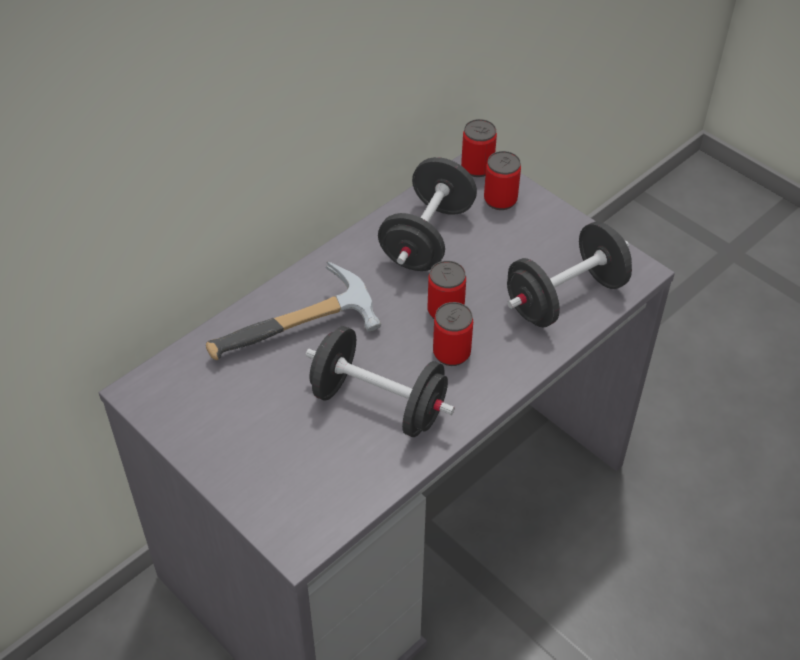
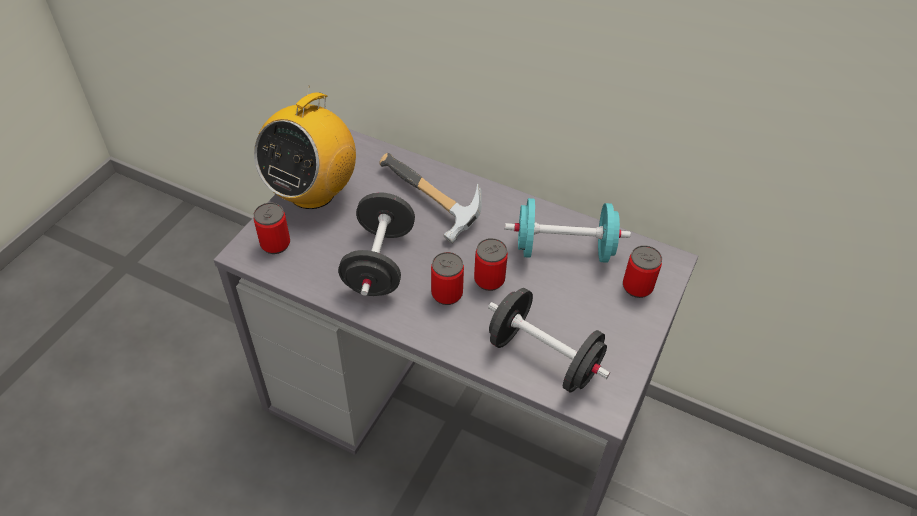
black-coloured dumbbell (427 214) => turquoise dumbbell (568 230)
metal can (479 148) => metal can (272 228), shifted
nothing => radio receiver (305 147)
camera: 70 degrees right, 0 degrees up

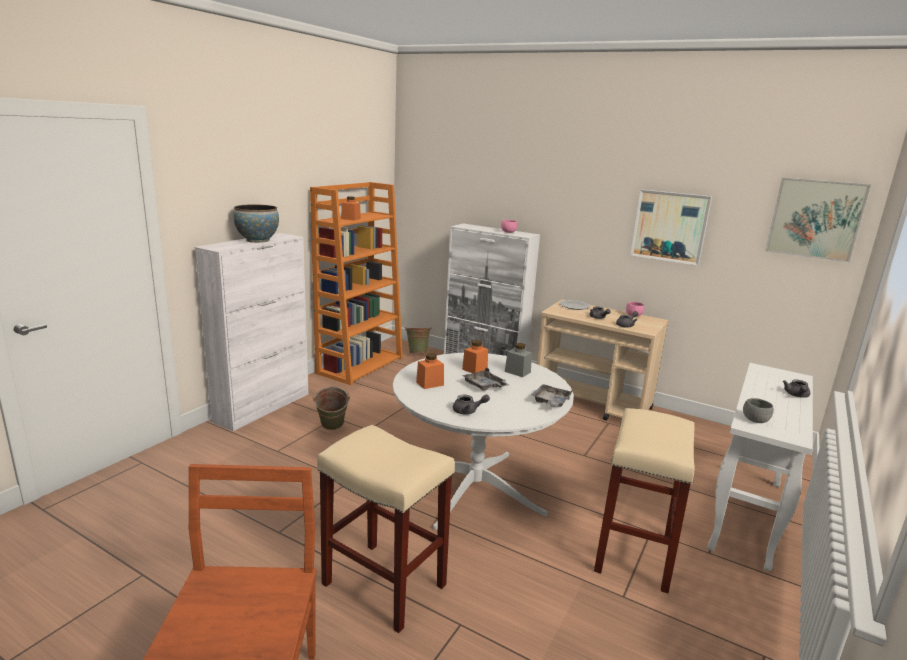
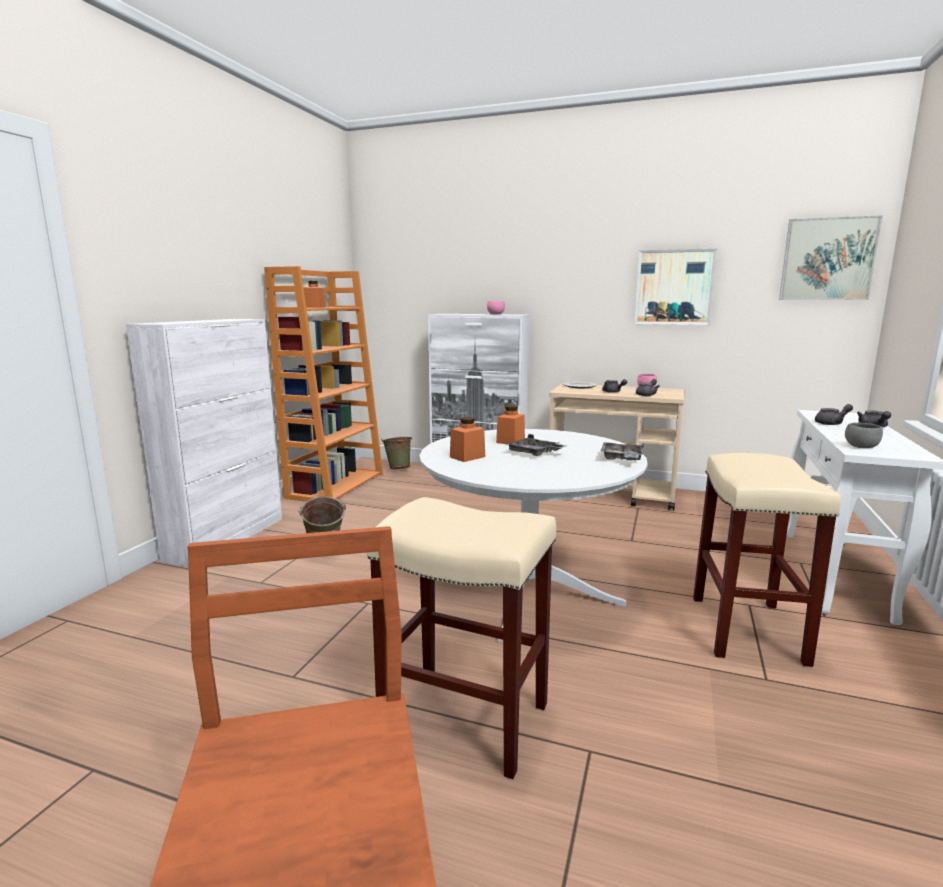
serving bowl (256 223) => nothing
grey pot for tea (471 404) => grey pot for tea (834 414), shifted
grey preserve jar (518 360) => nothing
camera: 10 degrees left, 5 degrees down

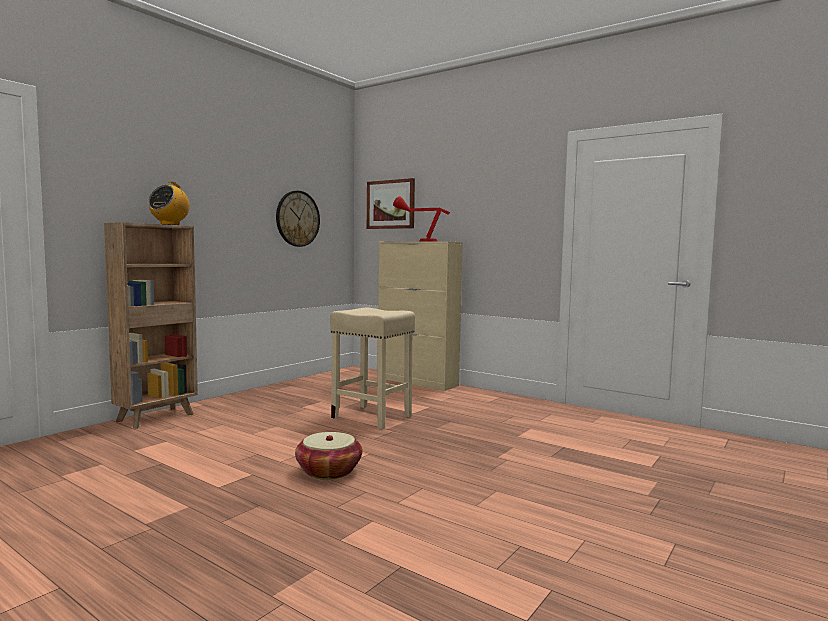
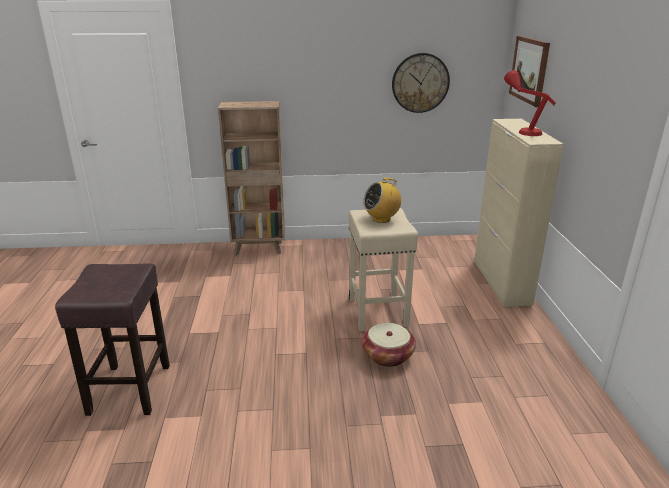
radio receiver (169 203) => radio receiver (382 200), shifted
household basket (328 456) => household basket (389 345), shifted
nothing => brownish stool (112 339)
camera: 50 degrees right, 20 degrees up

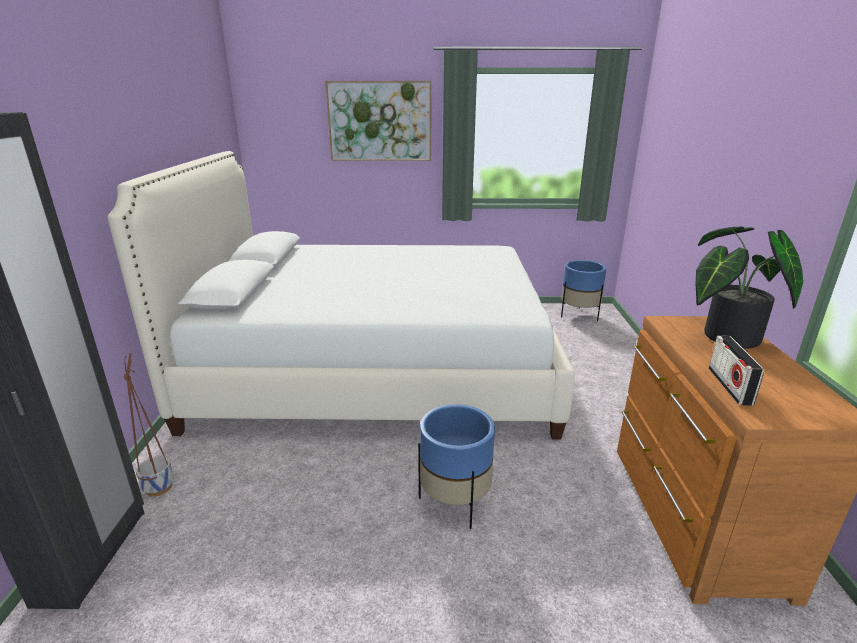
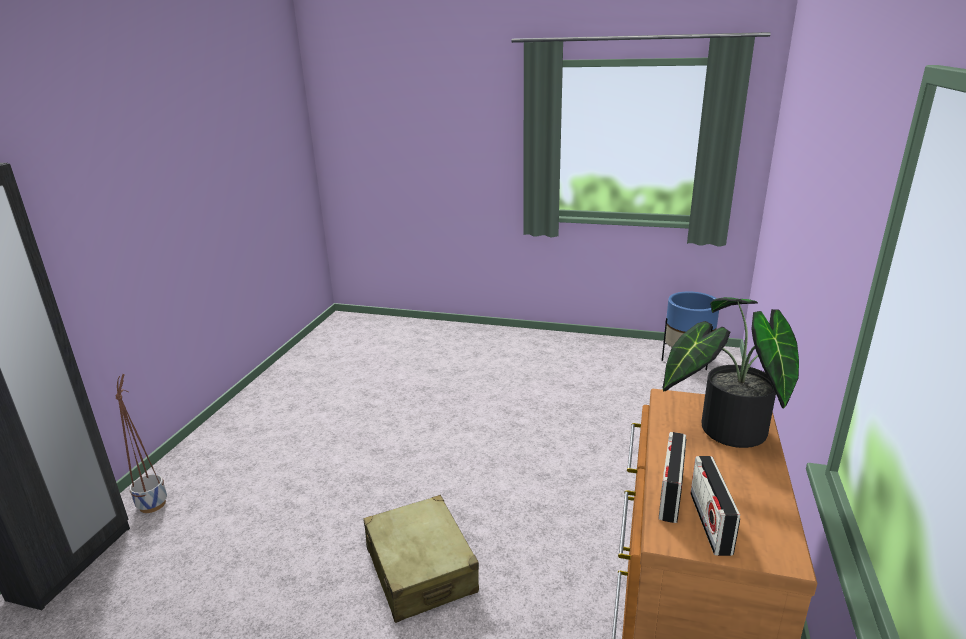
white-coloured bed (341 295) => nothing
wall picture (378 121) => nothing
blue planter (456 466) => beige-coloured suitcase (421 559)
nothing => radio receiver (715 506)
camera: 15 degrees right, 0 degrees up

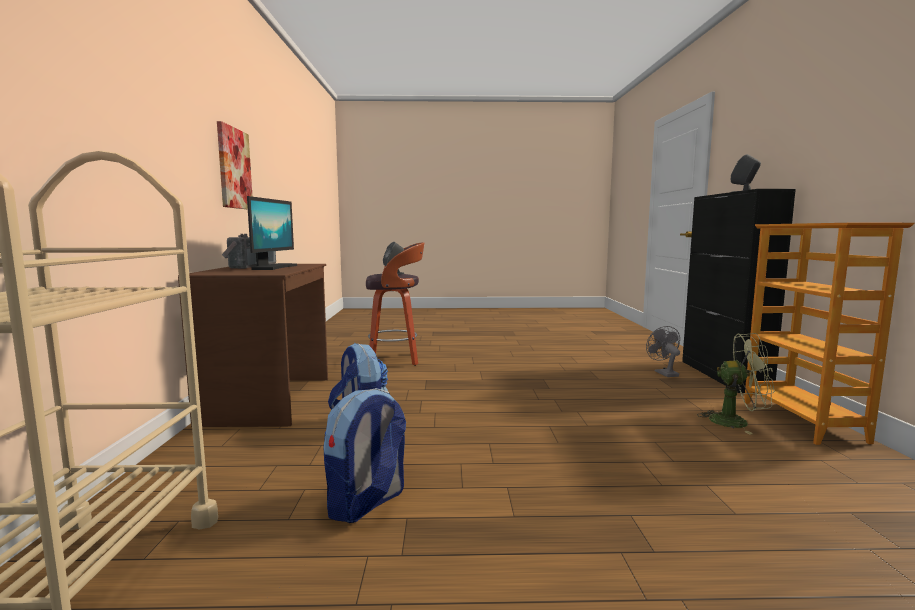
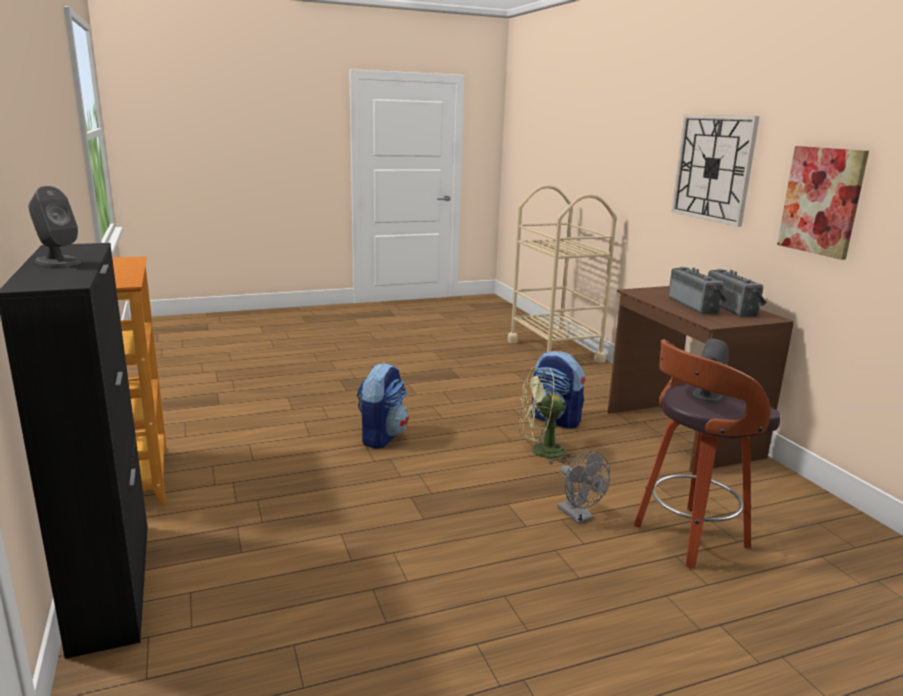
computer screen (272 233) => radio receiver (697 290)
backpack (364 455) => backpack (382 406), shifted
grey fan (663 351) => grey fan (583 487), shifted
green-coloured fan (736 384) => green-coloured fan (547 416), shifted
nothing => hanging clock (715 171)
camera: 160 degrees right, 10 degrees up

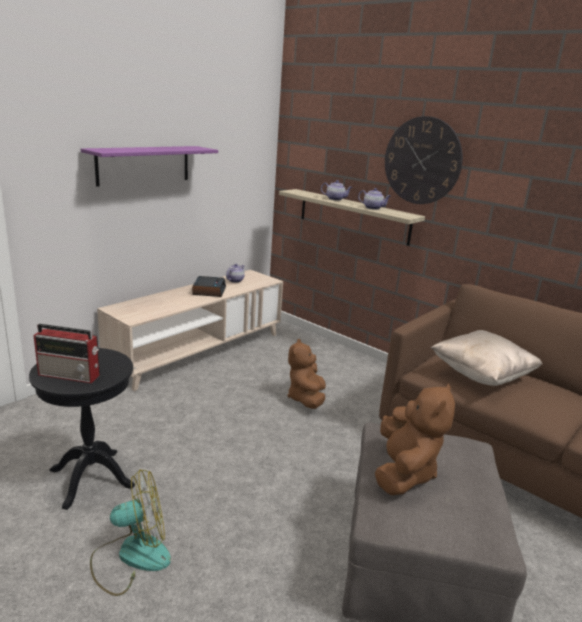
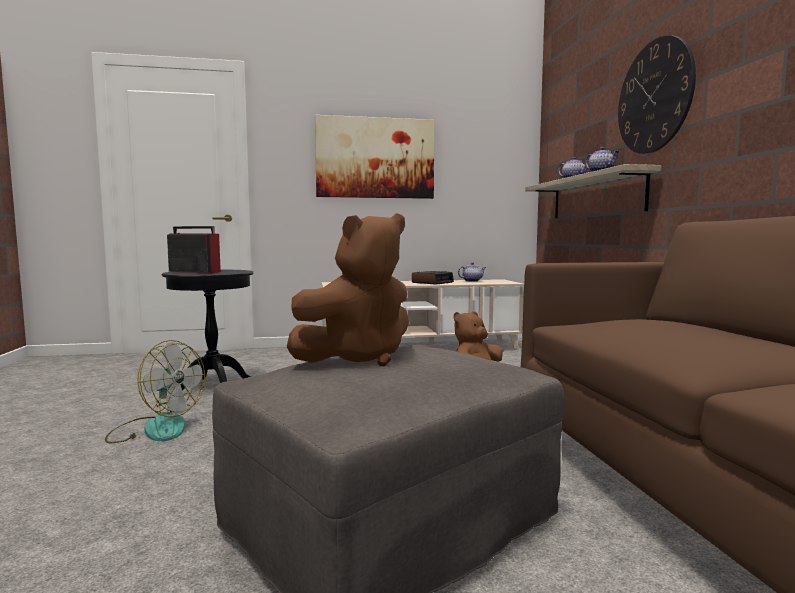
radio receiver (67 353) => radio receiver (194 249), 150 degrees clockwise
purple shelf (149 166) => wall picture (374 157)
beige-coloured throw pillow (486 358) => nothing
camera: 40 degrees right, 15 degrees down

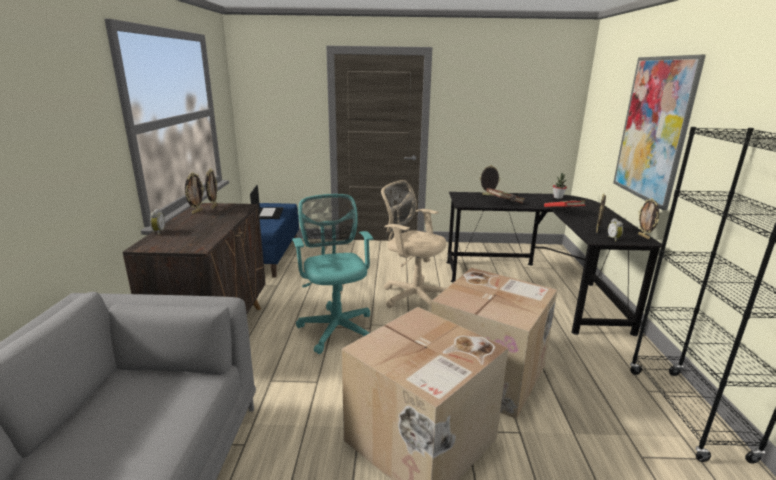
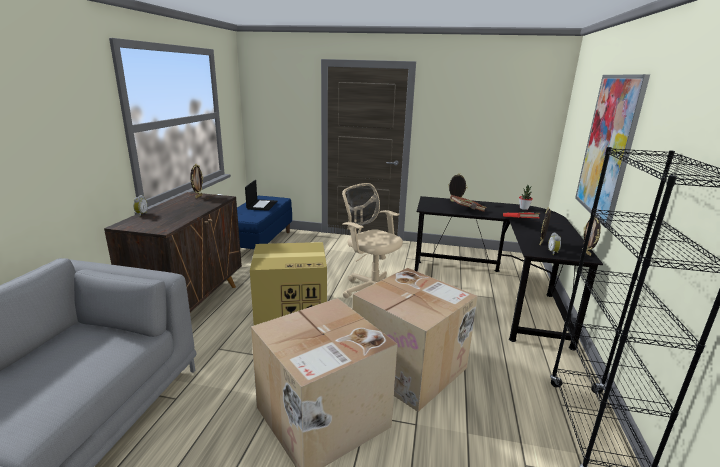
standing frame (194 193) => nothing
turquoise computer chair (333 274) => cardboard box (288 283)
camera: 10 degrees right, 0 degrees up

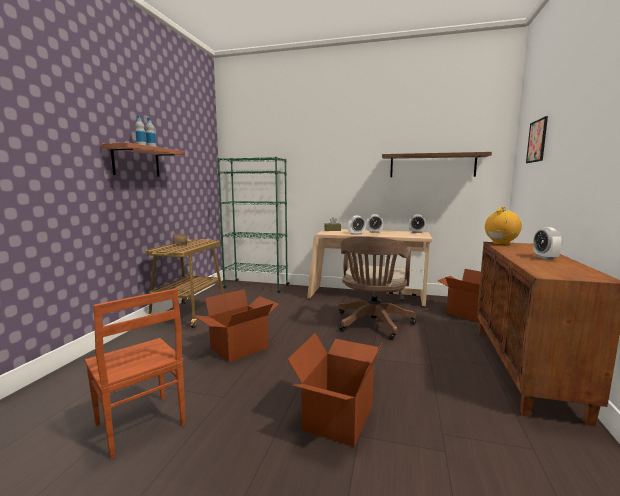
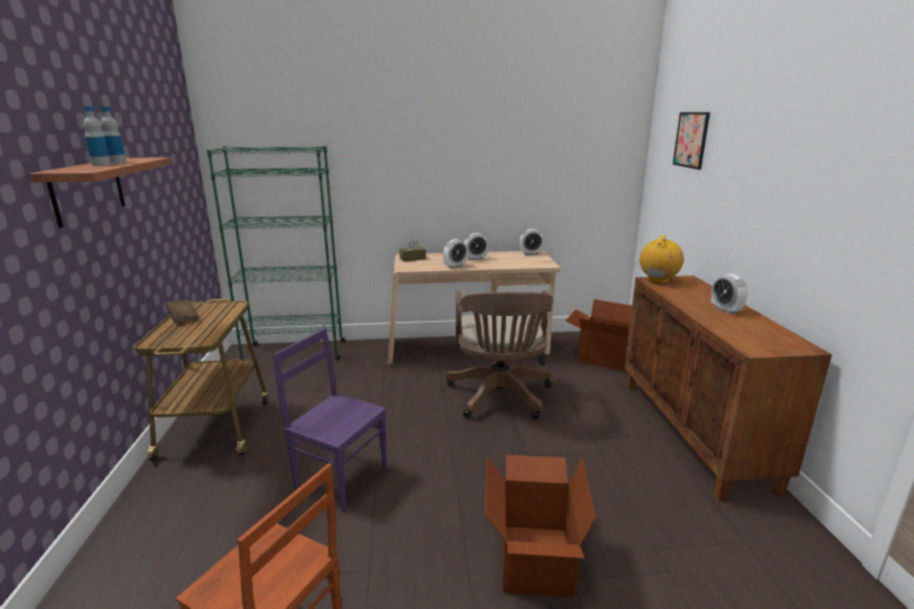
cardboard box (236 325) => purple plain chair (330 420)
brownish shelf (437 164) => nothing
camera: 20 degrees left, 10 degrees up

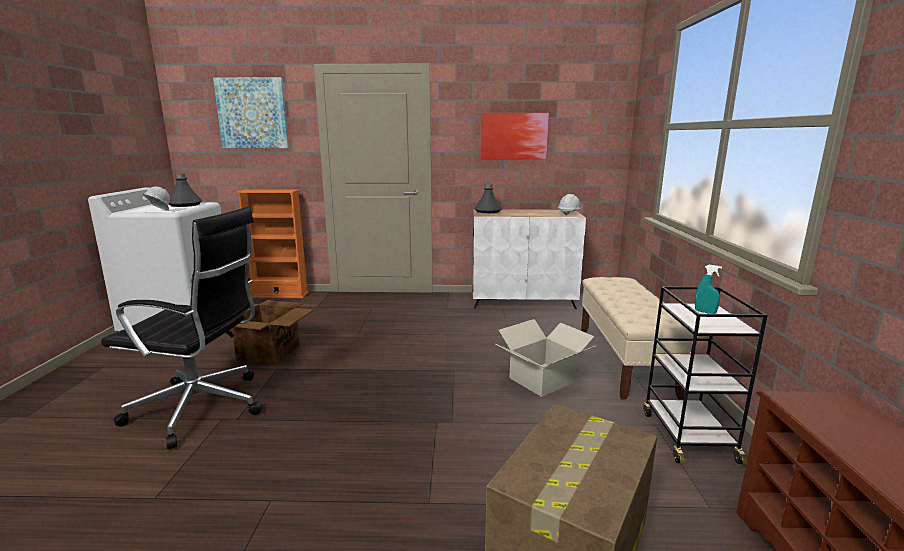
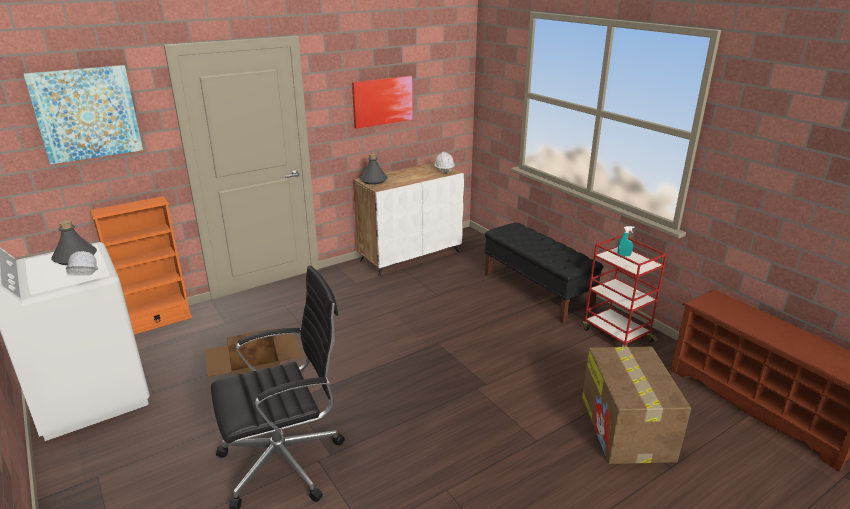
cardboard box (546 358) => nothing
beige-coloured indoor bench (639 338) => black-coloured indoor bench (544 273)
black-coloured wheeled cart (705 376) => reddish wheeled cart (625 291)
camera: 35 degrees left, 10 degrees up

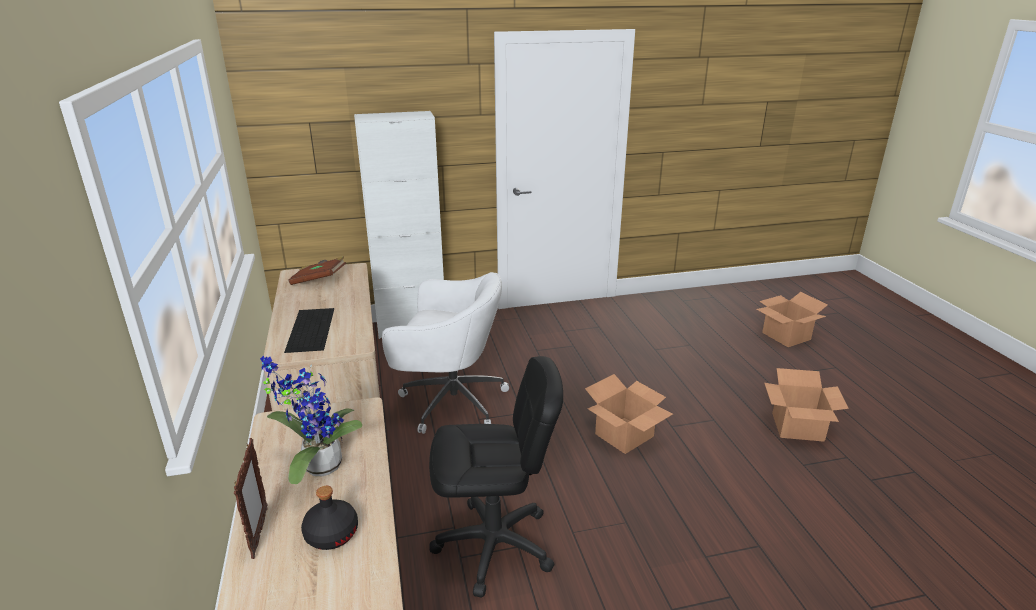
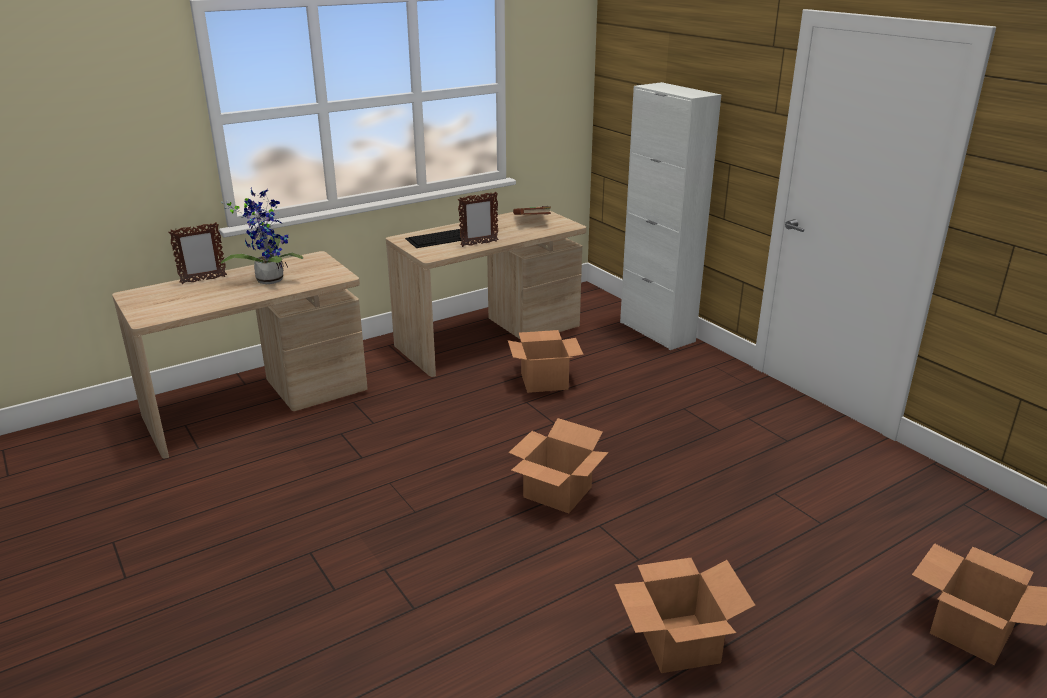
black-coloured beverage bottle (329 518) => nothing
white-coloured computer chair (445 353) => cardboard box (546 361)
black-coloured computer chair (496 477) => nothing
nothing => standing frame (478 219)
camera: 70 degrees right, 0 degrees up

